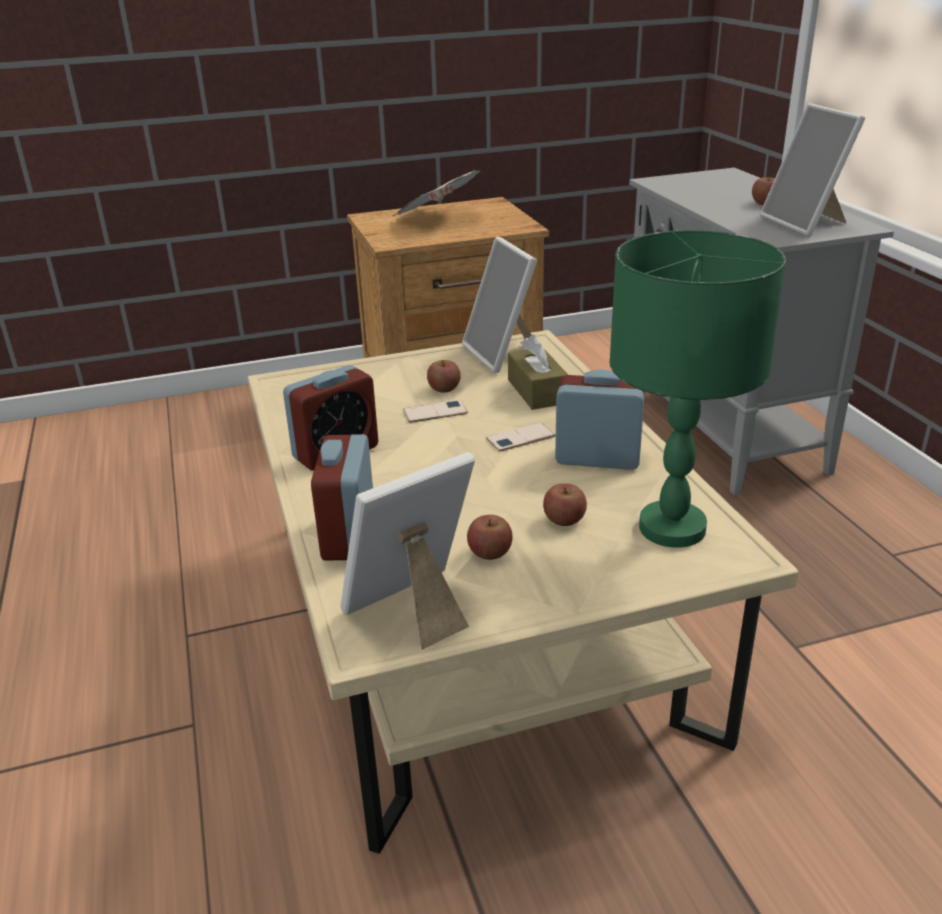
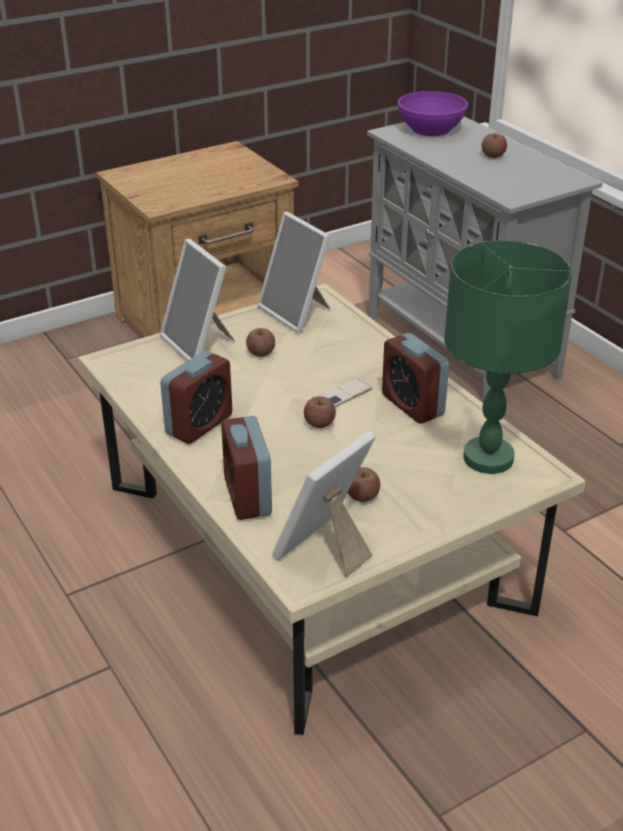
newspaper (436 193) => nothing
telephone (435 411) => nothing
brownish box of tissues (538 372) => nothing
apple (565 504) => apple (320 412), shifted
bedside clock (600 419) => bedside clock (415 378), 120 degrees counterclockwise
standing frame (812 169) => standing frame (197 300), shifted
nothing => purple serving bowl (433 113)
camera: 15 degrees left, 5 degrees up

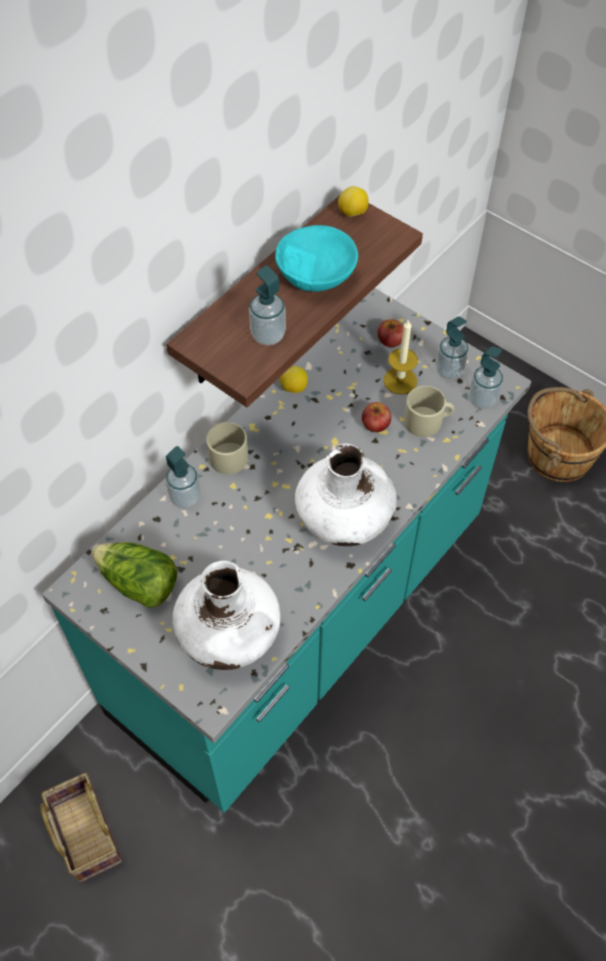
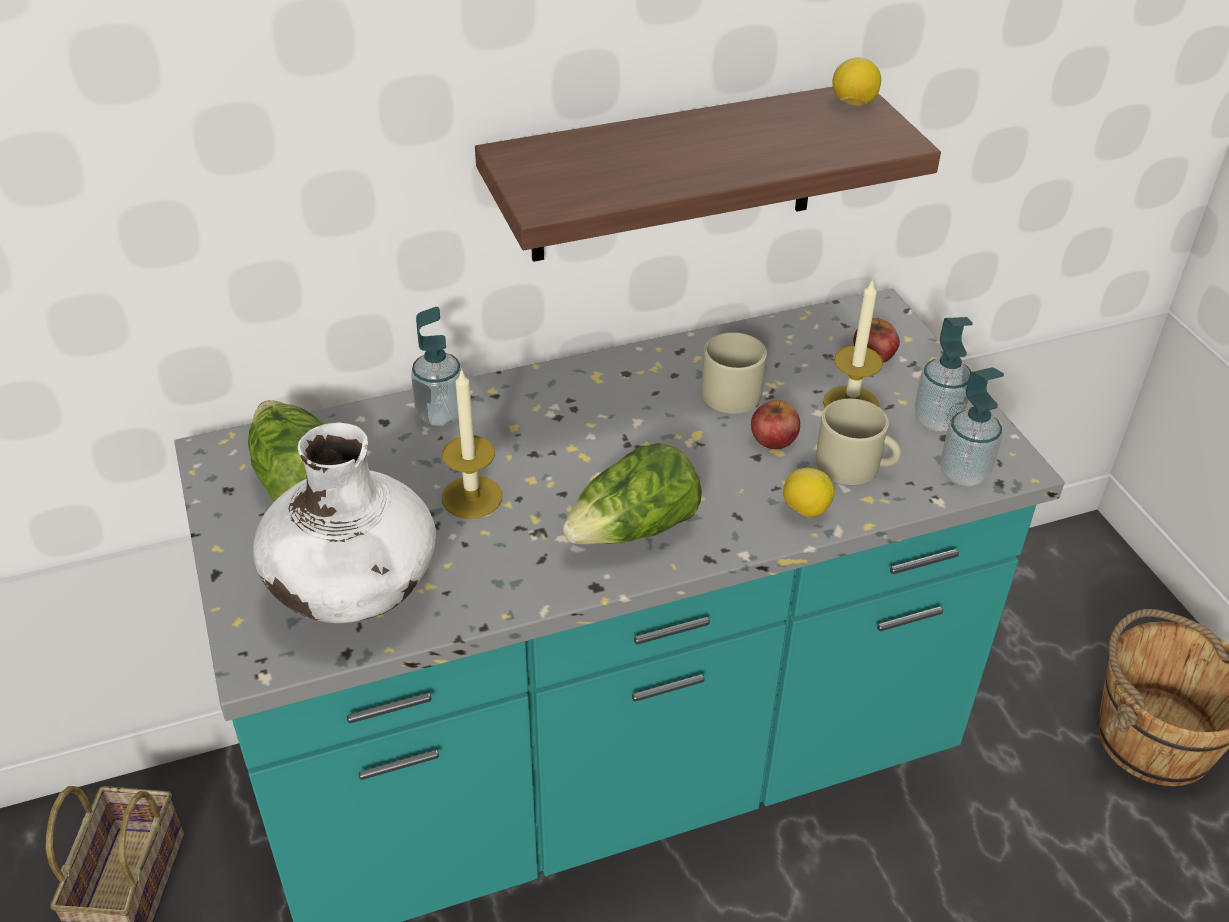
beige-coloured coffee mug (227 448) => beige-coloured coffee mug (734 373), shifted
soap dispenser (267 306) => nothing
turquoise serving bowl (316 258) => nothing
lemon (294 379) => lemon (809 493), shifted
white-coloured flower vase (346 495) => lettuce head (632 494)
nothing => wax candle (472 443)
camera: 30 degrees right, 15 degrees down

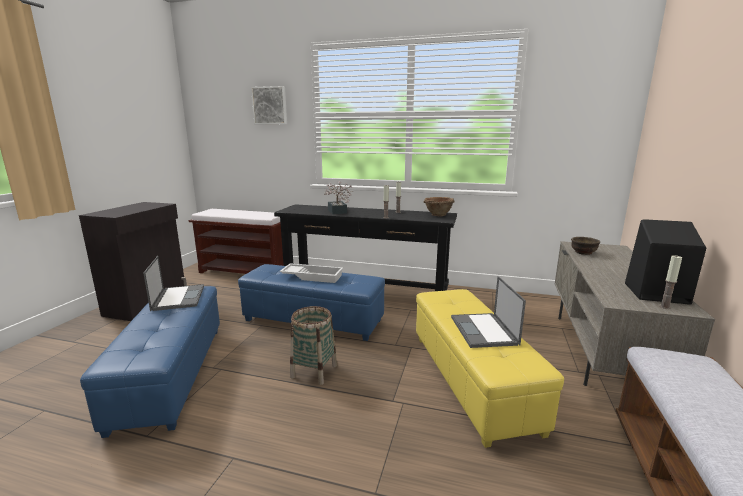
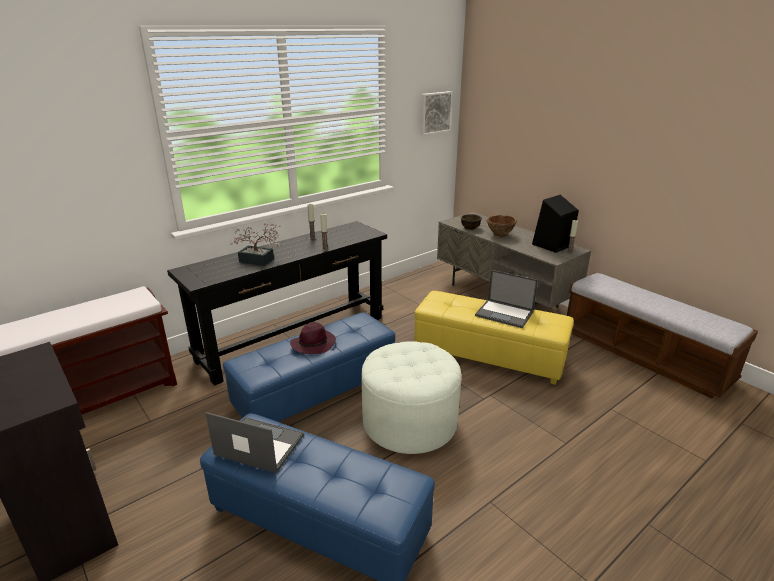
wall picture (269 105) => wall picture (436 113), shifted
white-coloured tray (311 273) => purple hat (313 338)
household basket (313 345) => white-coloured ottoman (411 397)
brownish serving bowl (439 206) => brownish serving bowl (501 226), shifted
camera: 55 degrees left, 10 degrees up

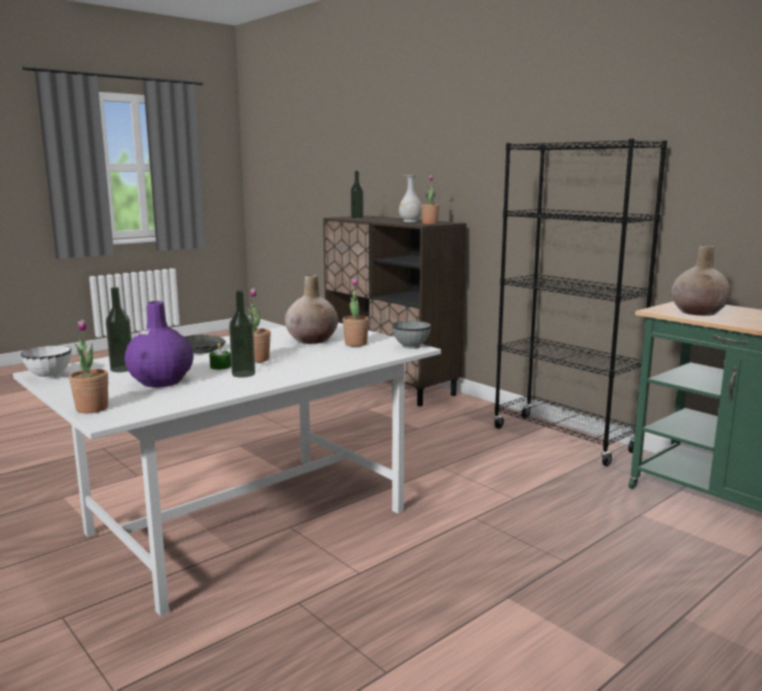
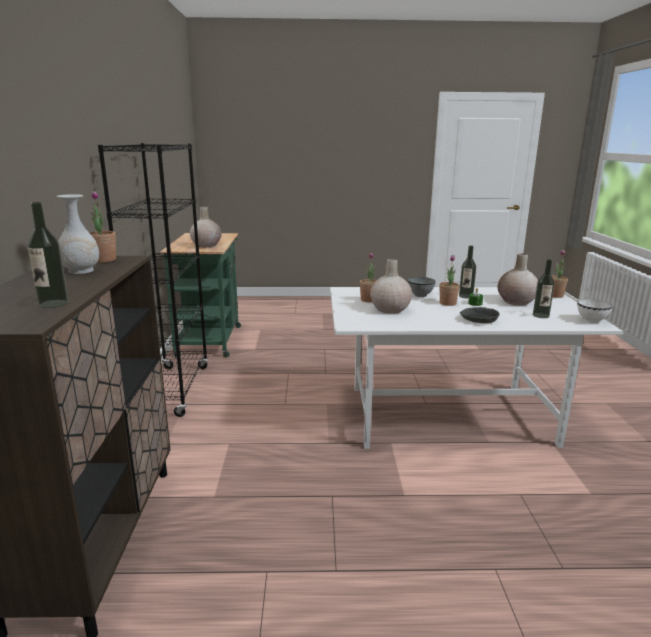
purple flower vase (159 344) => beige-coloured flower vase (518 279)
grey serving bowl (411 335) => grey serving bowl (422 287), shifted
camera: 140 degrees left, 5 degrees up

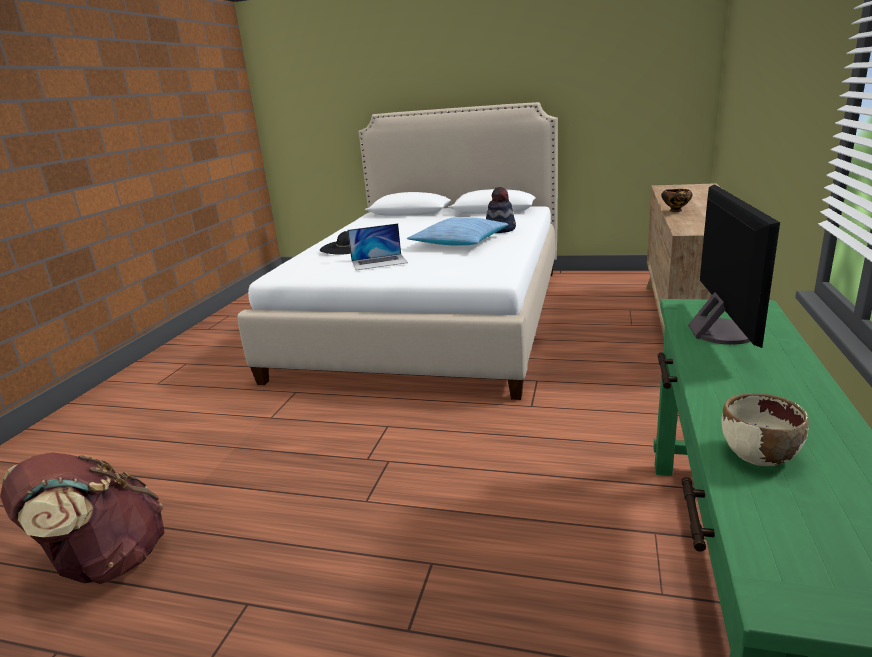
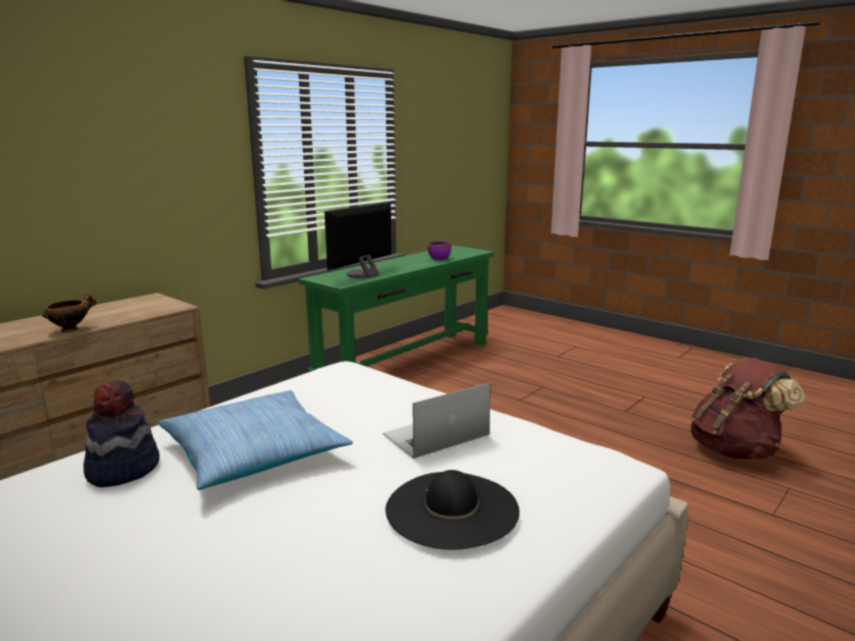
portable computer (378 246) => portable computer (437 421), 45 degrees counterclockwise
beige-coloured serving bowl (765 429) => purple serving bowl (439 250)
camera: 155 degrees left, 5 degrees down

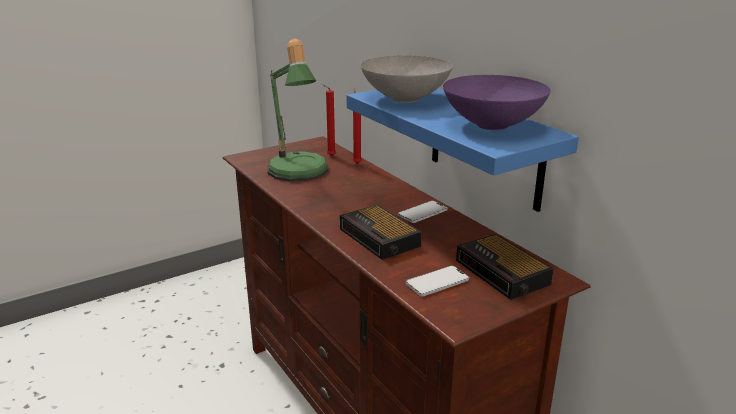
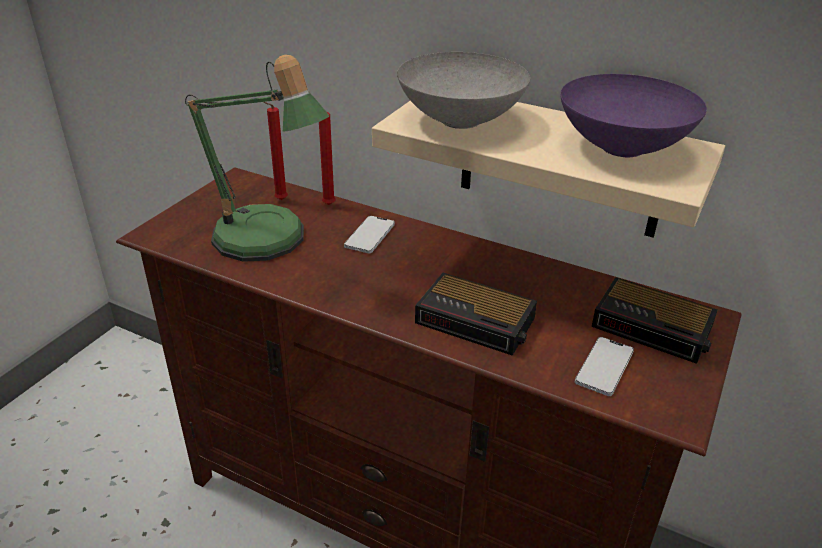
blue shelf (463 150) => beige-coloured shelf (548 169)
telephone (423 212) => telephone (369 234), shifted
camera: 30 degrees left, 10 degrees up

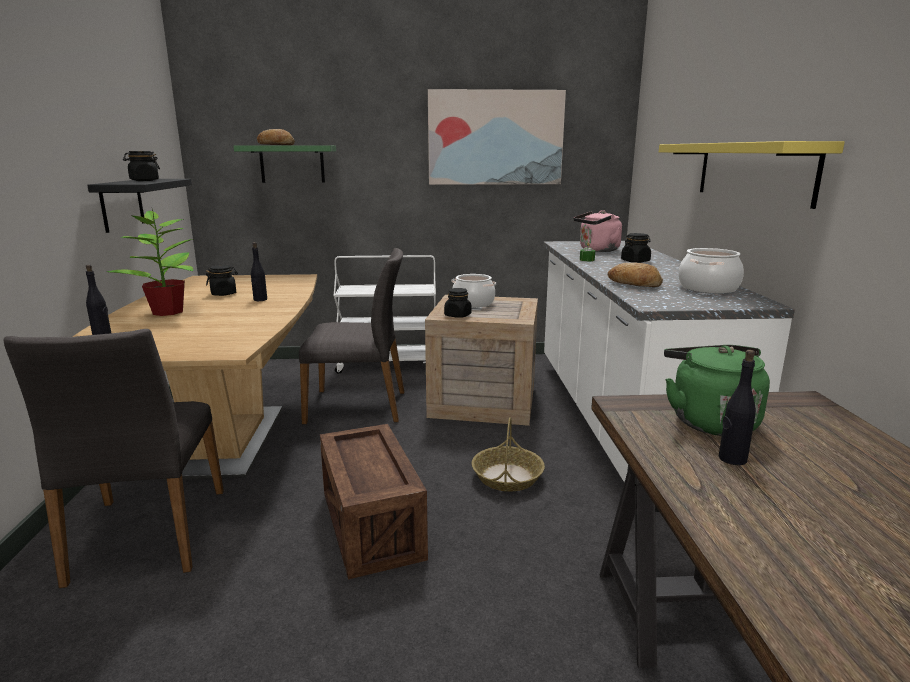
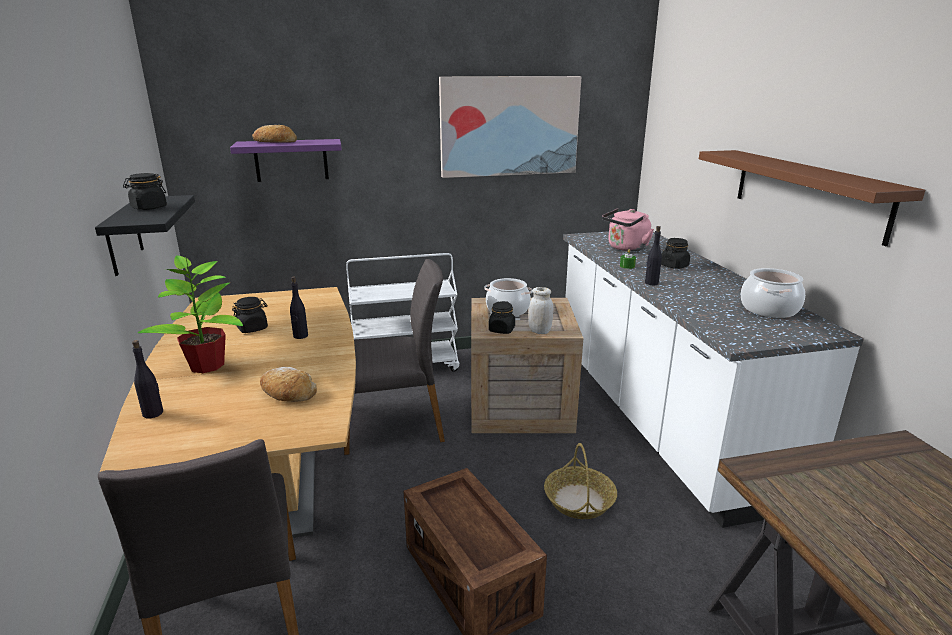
green-coloured shelf (285 164) => purple shelf (286 160)
baked bread (635 274) => baked bread (288 384), shifted
yellow-coloured shelf (752 175) => brownish shelf (812 198)
green-coloured tea kettle (717 390) => nothing
black-coloured beverage bottle (737 407) => black-coloured beverage bottle (653 255), shifted
nothing => white-coloured preserve jar (540 310)
camera: 10 degrees left, 5 degrees up

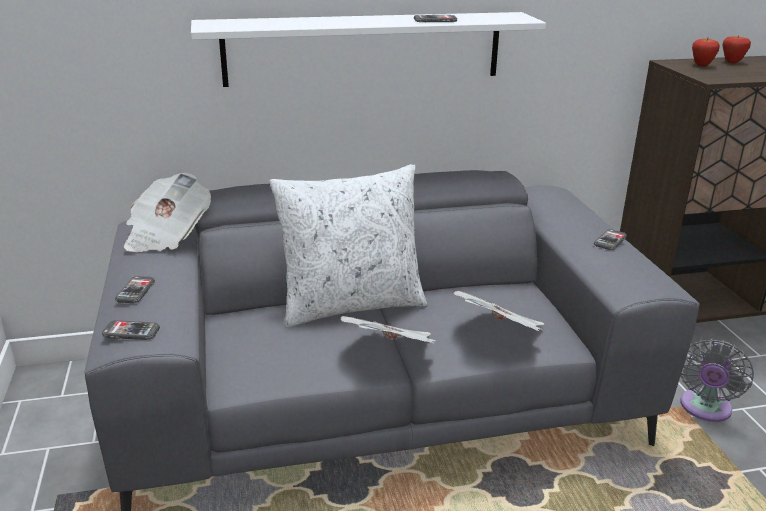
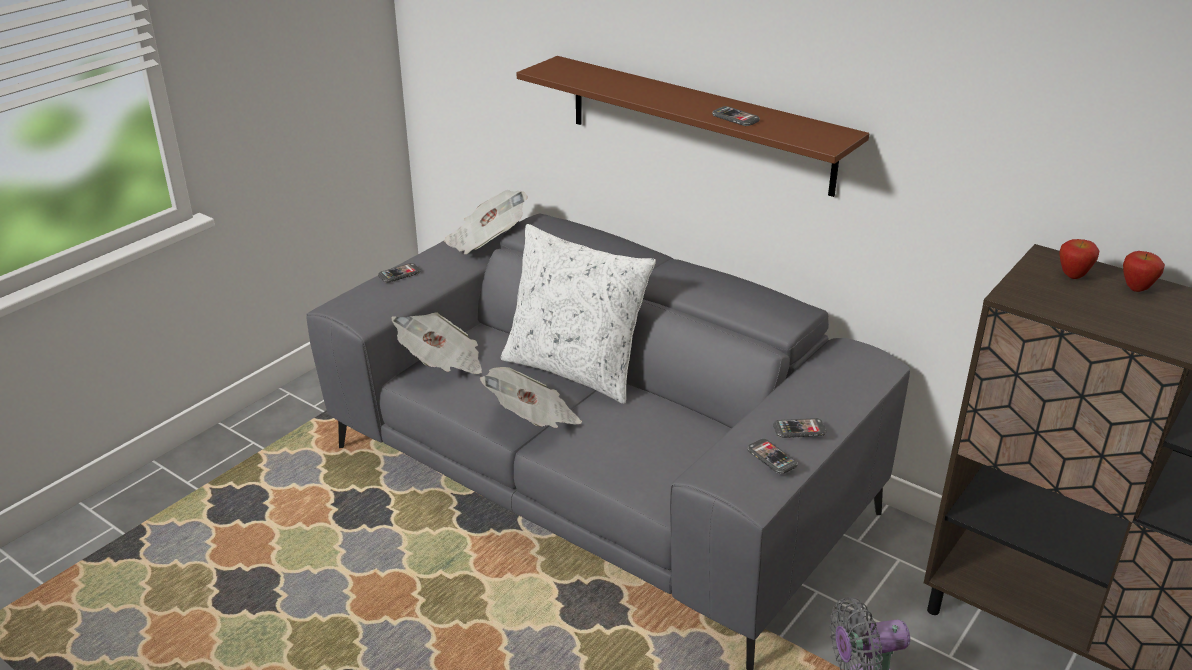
telephone (131 330) => telephone (772 456), shifted
white-coloured shelf (368 49) => brownish shelf (693 126)
newspaper (499 311) => newspaper (436 343), shifted
camera: 50 degrees right, 5 degrees up

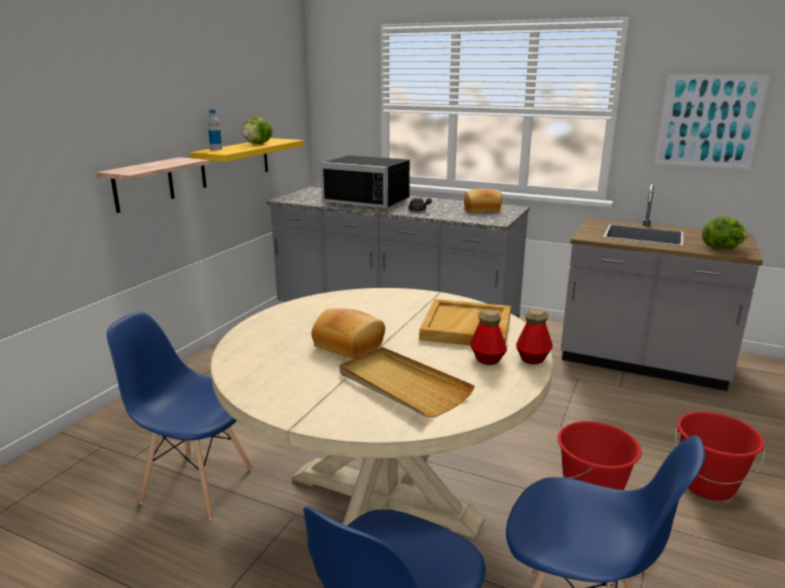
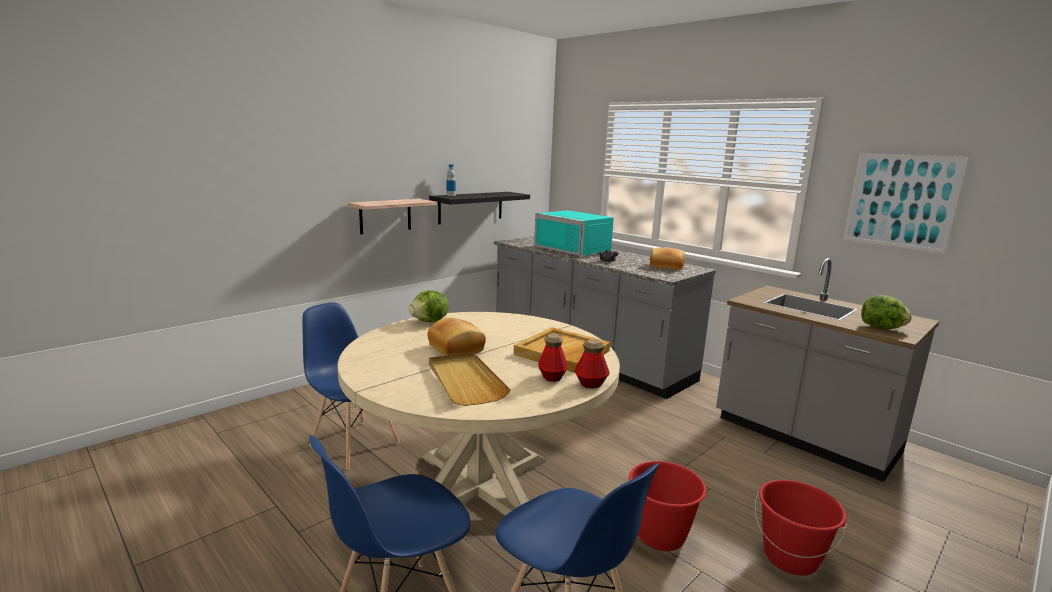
yellow-coloured shelf (247 163) => black-coloured shelf (479 208)
lettuce head (257 130) => lettuce head (429 306), shifted
black-coloured kitchen microwave (365 182) => turquoise kitchen microwave (574 233)
camera: 20 degrees right, 5 degrees down

